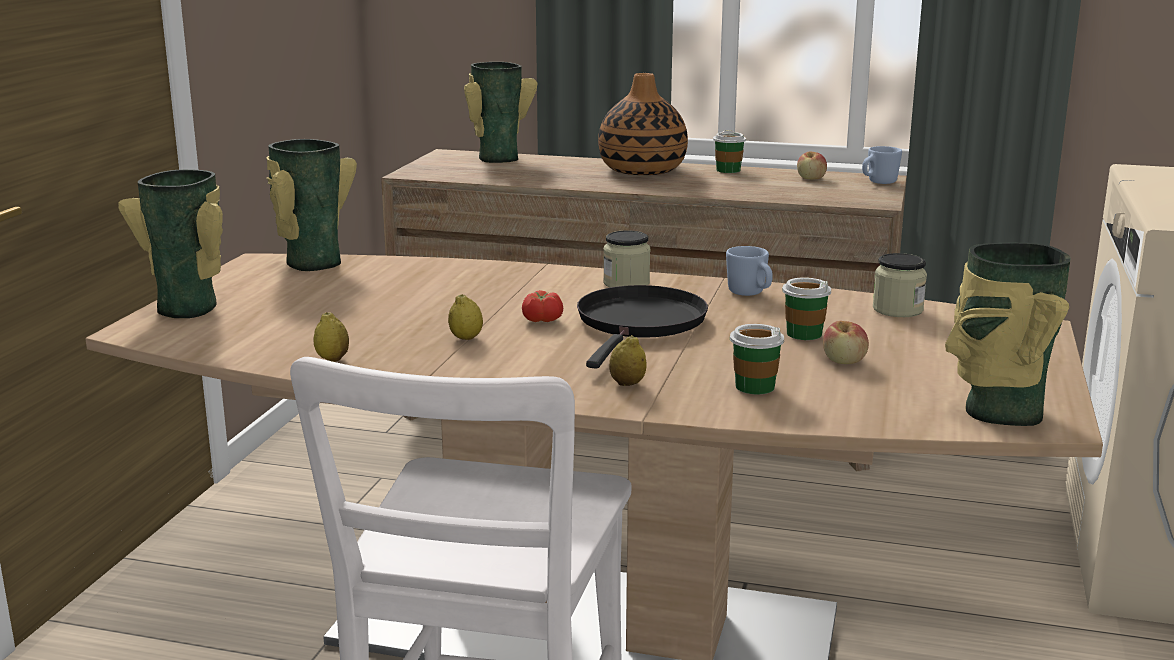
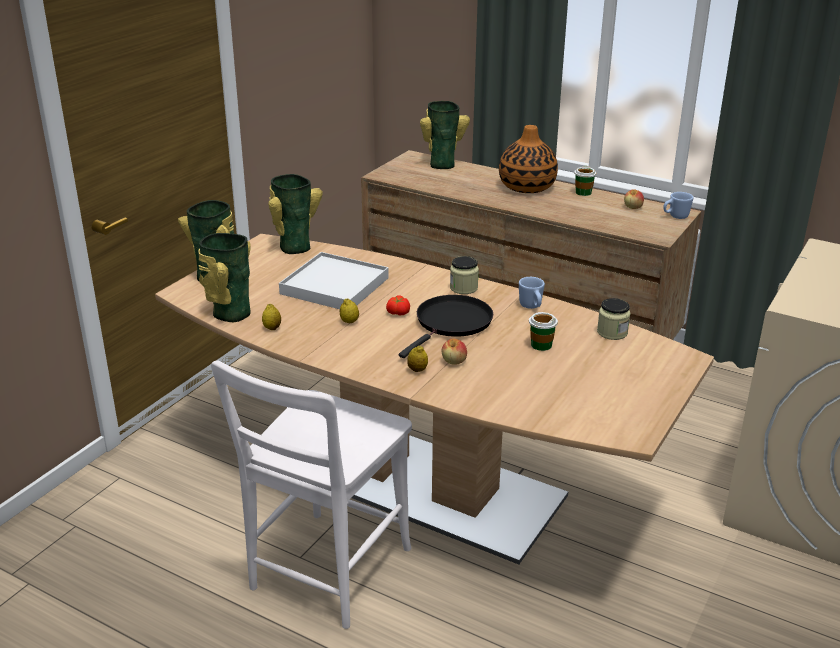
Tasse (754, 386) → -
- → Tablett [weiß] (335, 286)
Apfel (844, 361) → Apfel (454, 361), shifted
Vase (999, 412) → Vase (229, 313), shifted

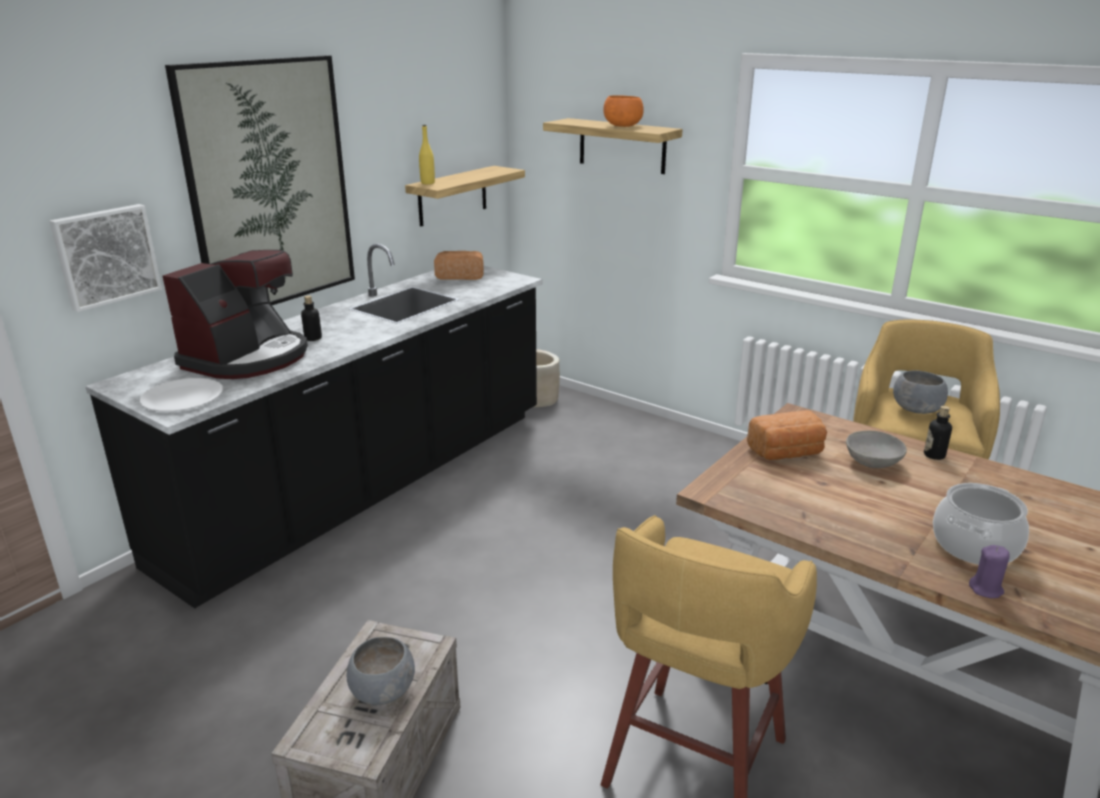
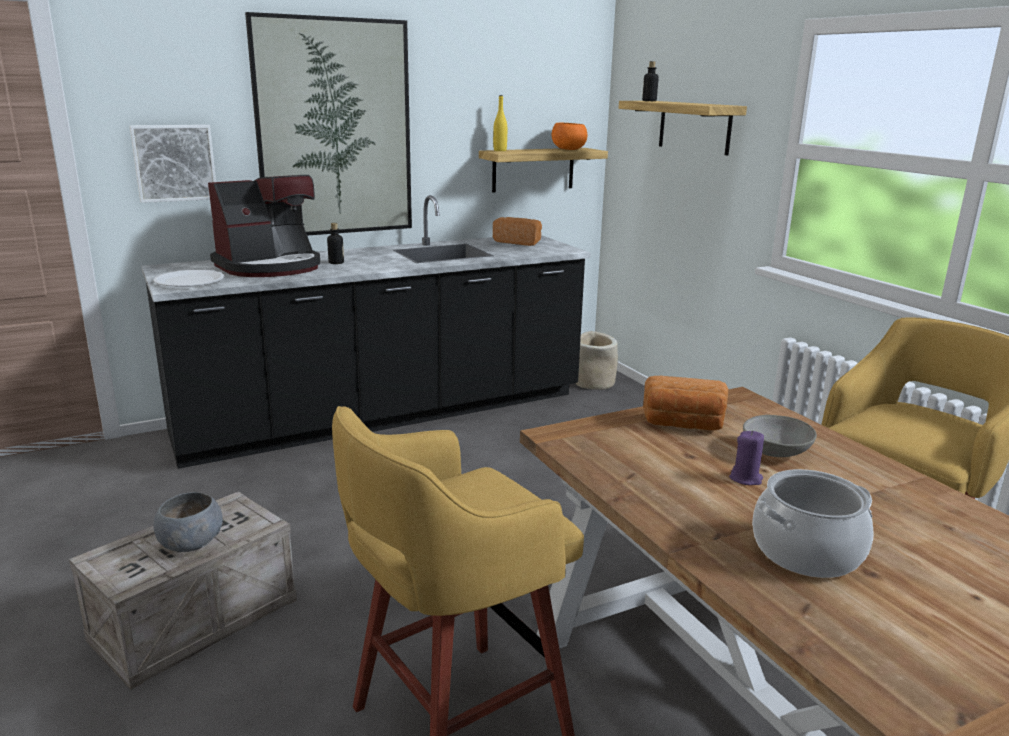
Schüssel [grau] (917, 410) → -
Schüssel [orange] (623, 126) → Schüssel [orange] (569, 149), shifted
Flasche (934, 455) → Flasche (649, 101), shifted
Kerze [lila] (986, 589) → Kerze [lila] (746, 479), shifted

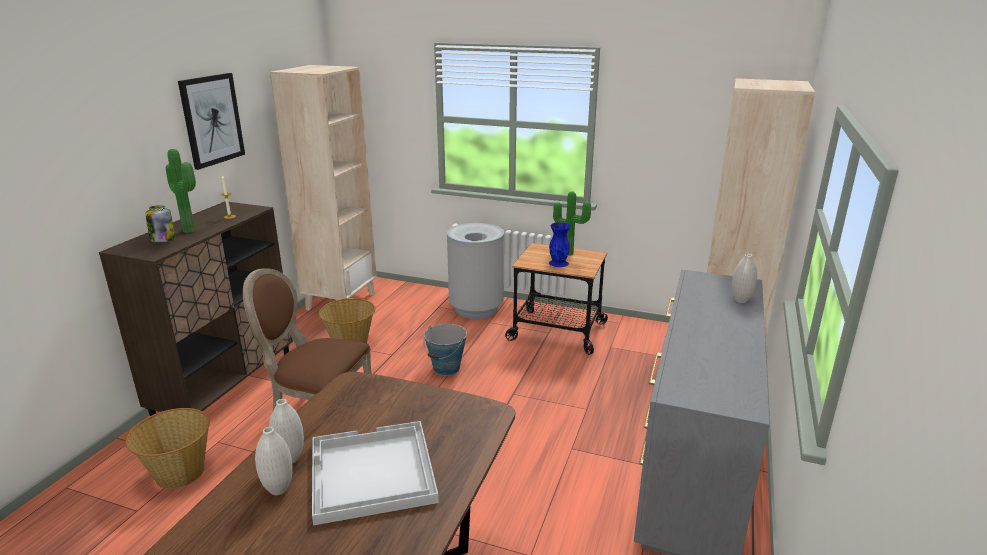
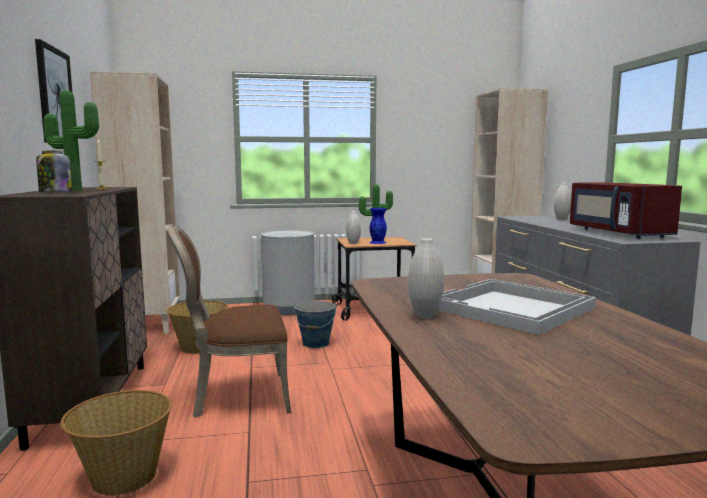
- → Mikrowelle [rot] (617, 233)
Vase [weiß] (278, 489) → Vase [weiß] (353, 243), shifted

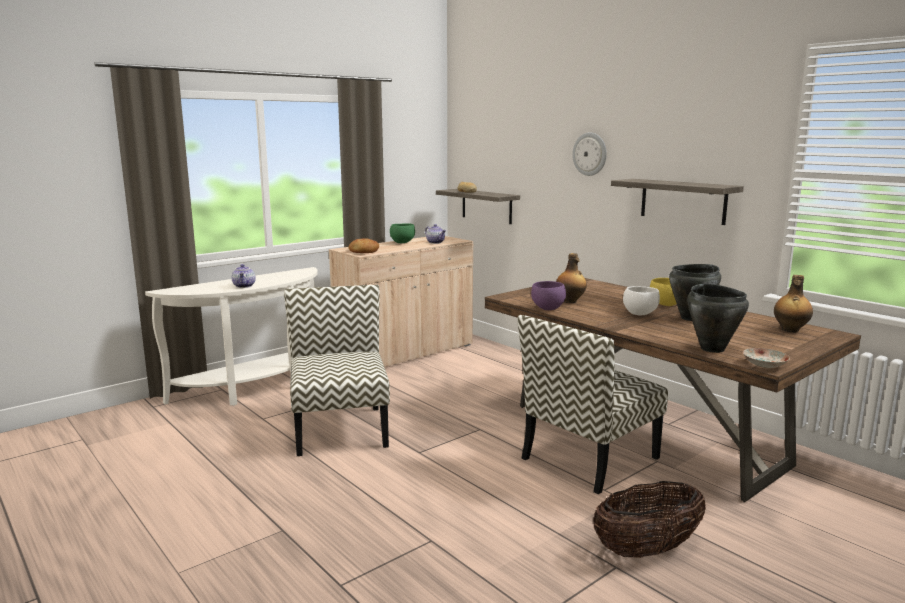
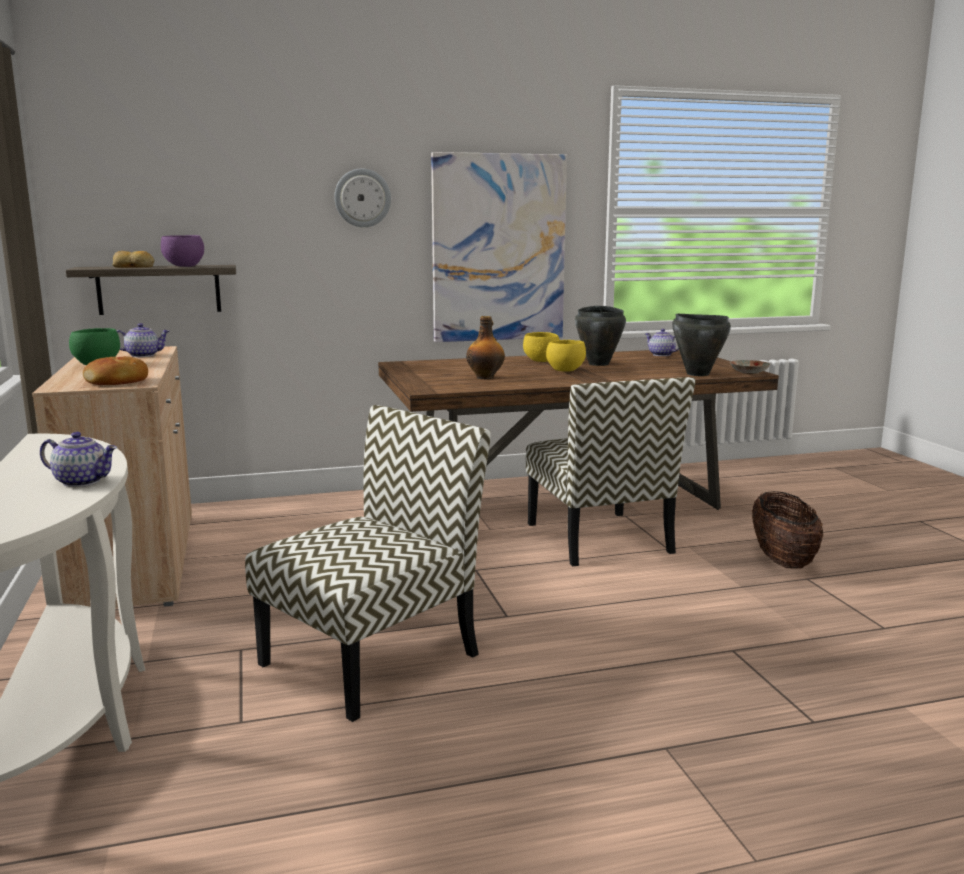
Schüssel [lila] (548, 308) → Schüssel [lila] (185, 266), shifted
Wandregal (683, 201) → Bild (498, 248)
Flasche (790, 330) → Teekanne (661, 355)
Schüssel [weiß] (639, 313) → Schüssel [gelb] (564, 370)
Stuhl (339, 429) → Stuhl (372, 657), 120 degrees clockwise

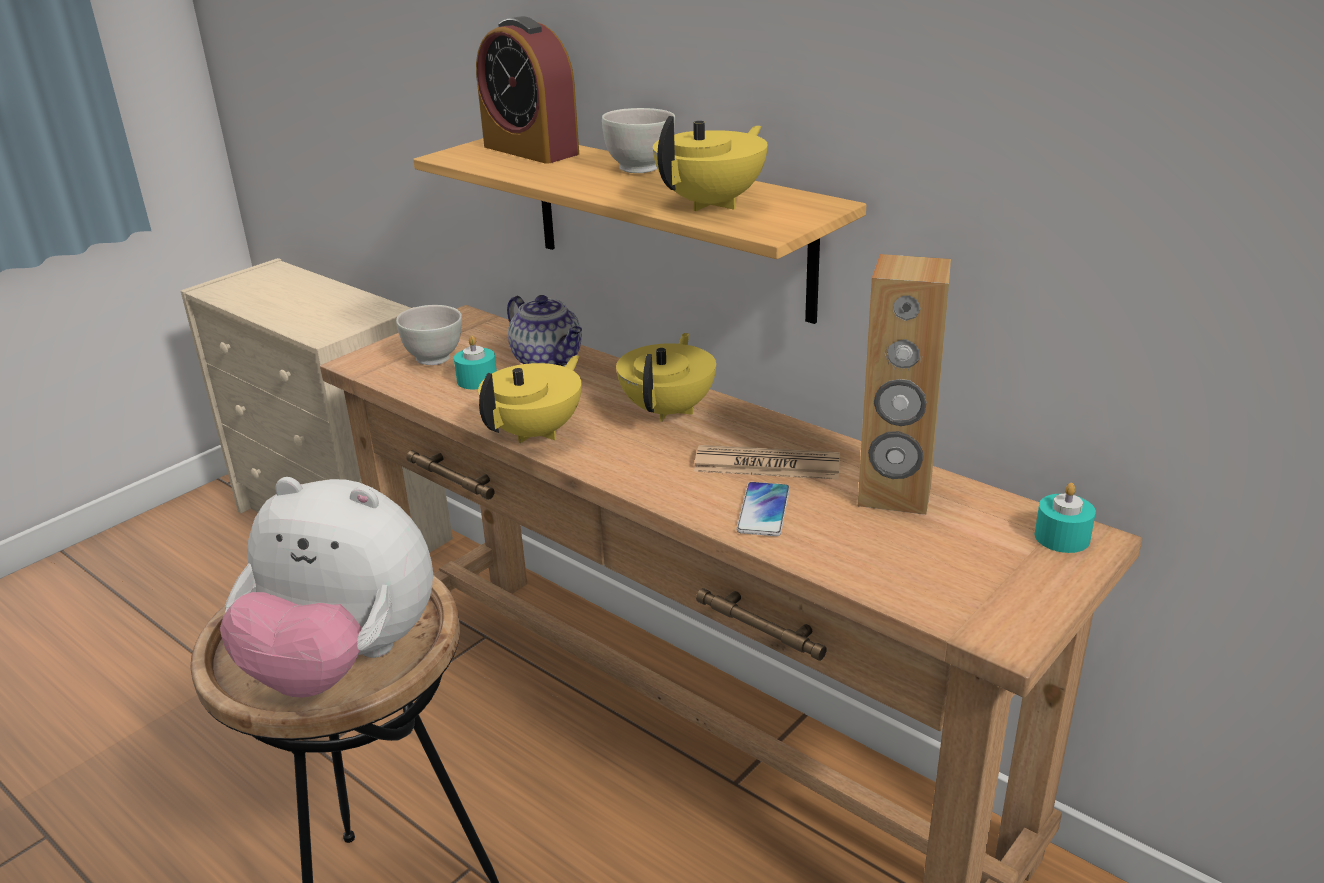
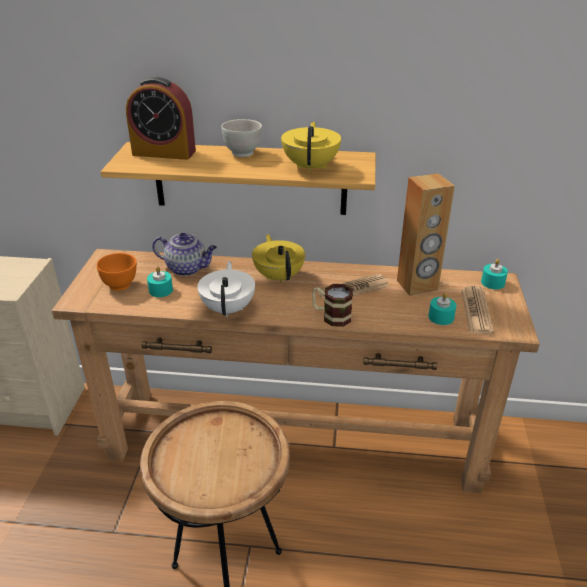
Plüschtier (343, 663) → -
Handy (763, 510) → -
- → Henkelbecher (331, 316)
- → Kerze [türkis] (441, 317)
- → Zeitung (476, 311)
Schüssel [weiß] (435, 359) → Schüssel [orange] (120, 285)
Teekanne [gelb] (536, 432) → Teekanne [weiß] (228, 308)

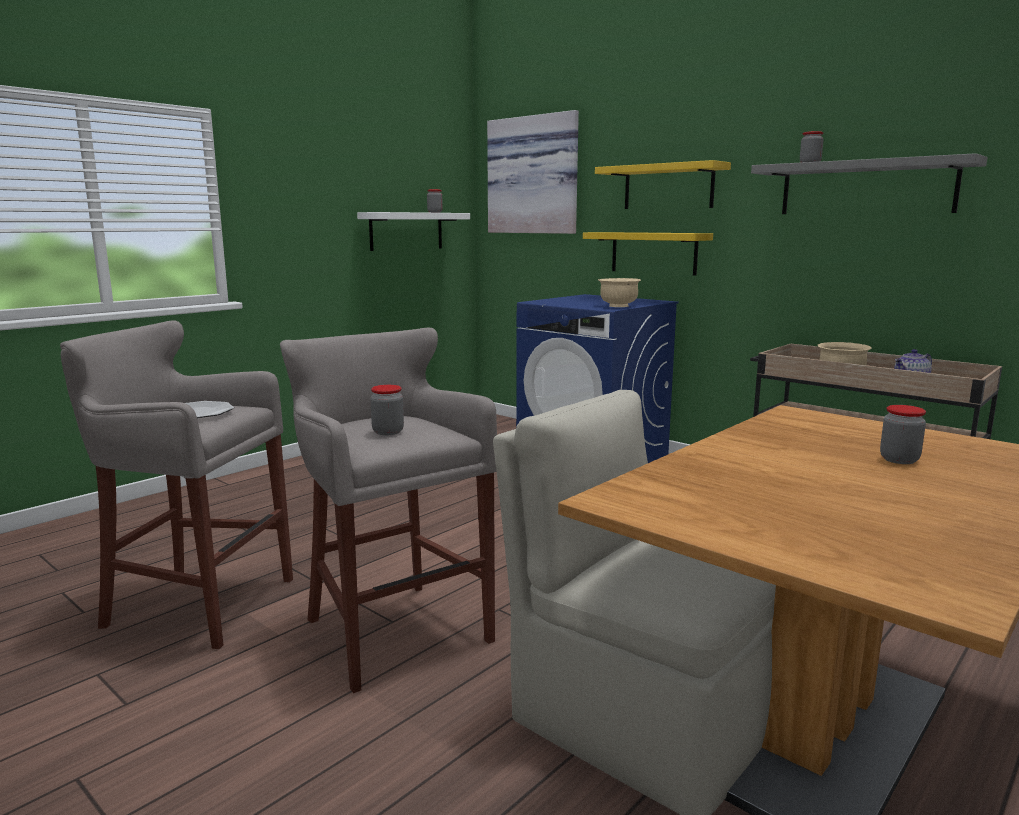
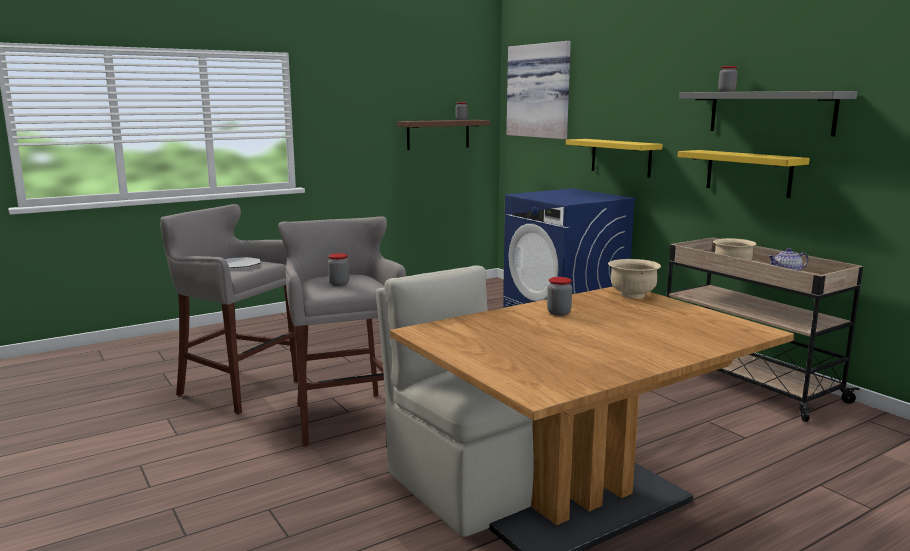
Wandregal [gelb] (668, 187) → Wandregal [gelb] (748, 173), shifted
Schüssel [beige] (618, 306) → Schüssel [beige] (632, 295), shifted
Vorratsglas (899, 460) → Vorratsglas (559, 313), shifted
Wandregal [weiß] (406, 231) → Wandregal [braun] (438, 134)

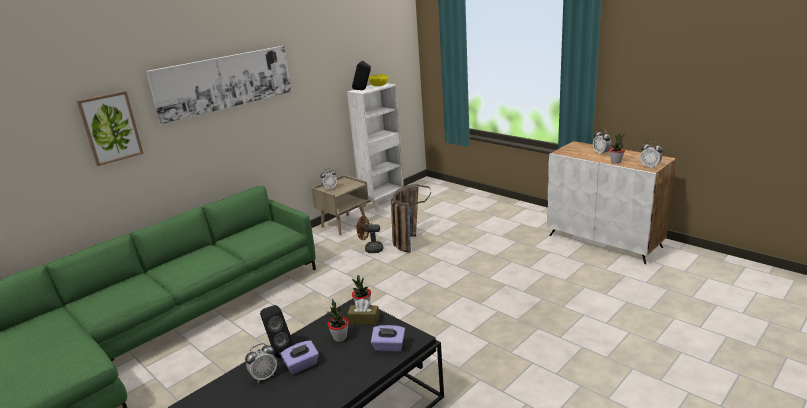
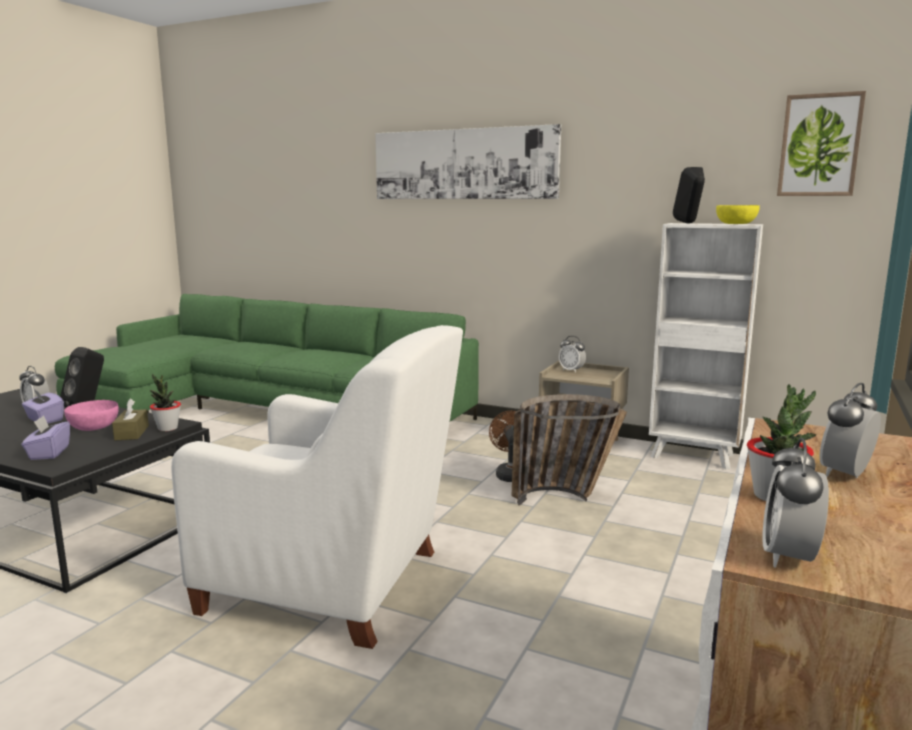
- → Sessel [weiß] (333, 583)
Bild (110, 128) → Bild (819, 145), shifted
Topfpflanze (340, 337) → Schüssel [rosa] (94, 427)

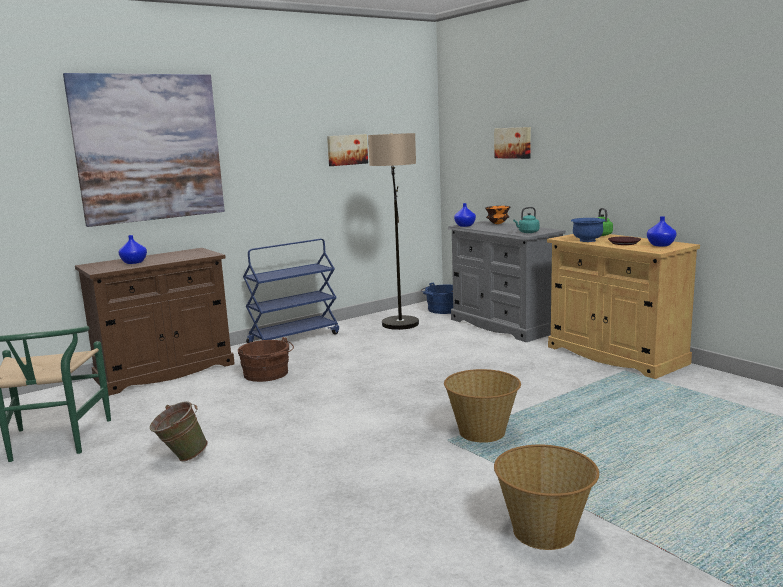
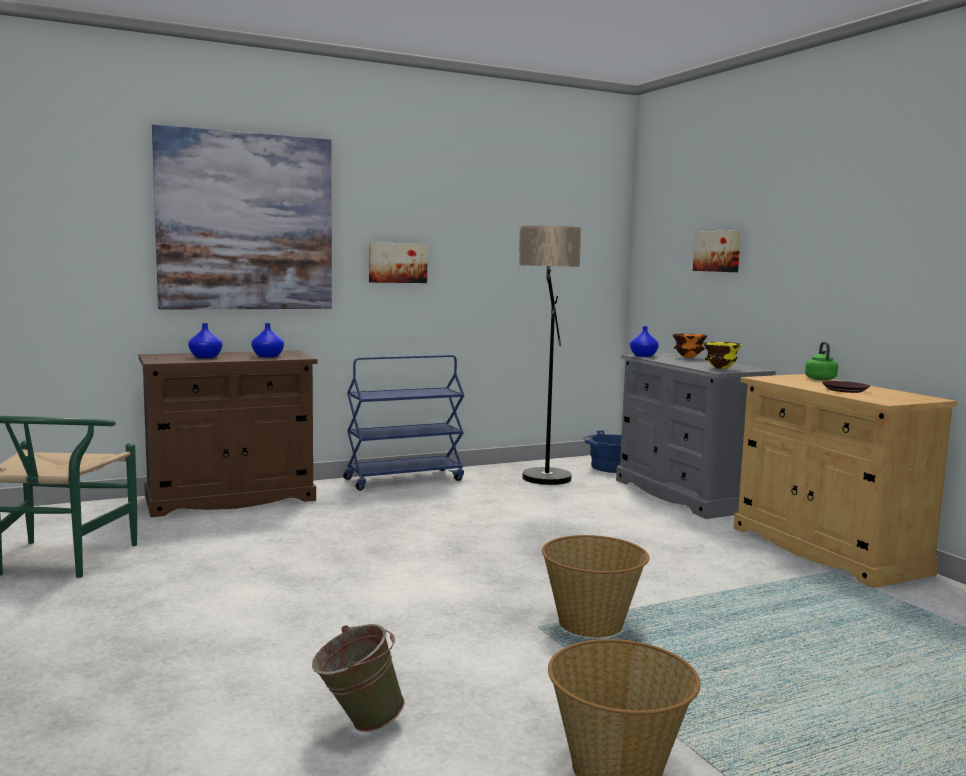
Eimer [braun] (267, 374) → -
Schüssel [blau] (587, 240) → -
Eimer [grün] (181, 458) → Eimer [grün] (357, 724), shifted
Bild (346, 150) → Bild (397, 263), shifted
Vase [blau] (661, 245) → Vase [blau] (268, 356), shifted
Wasserkessel [türkis] (527, 232) → Schüssel [gelb] (720, 369)

